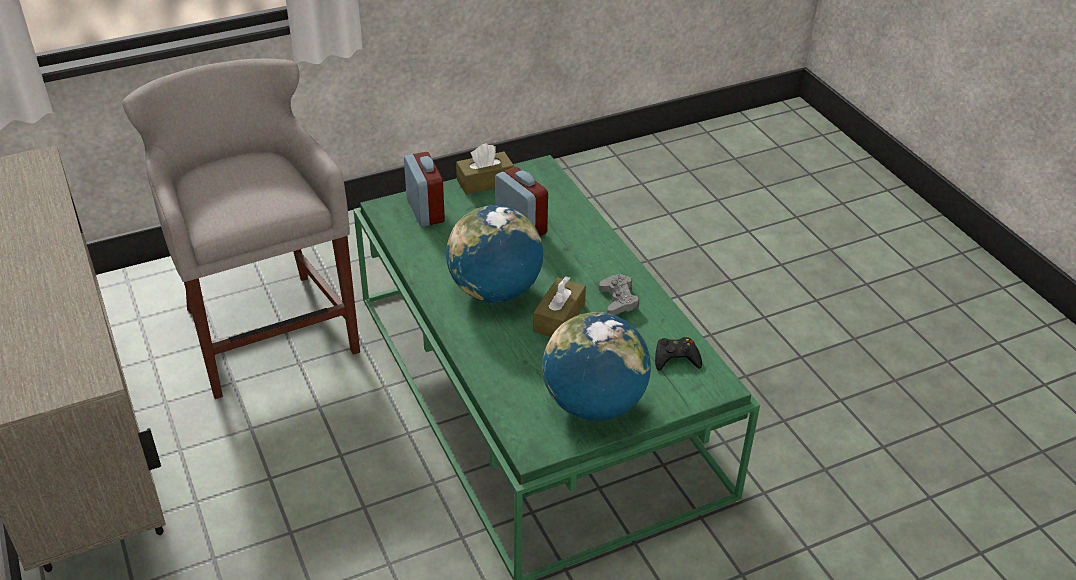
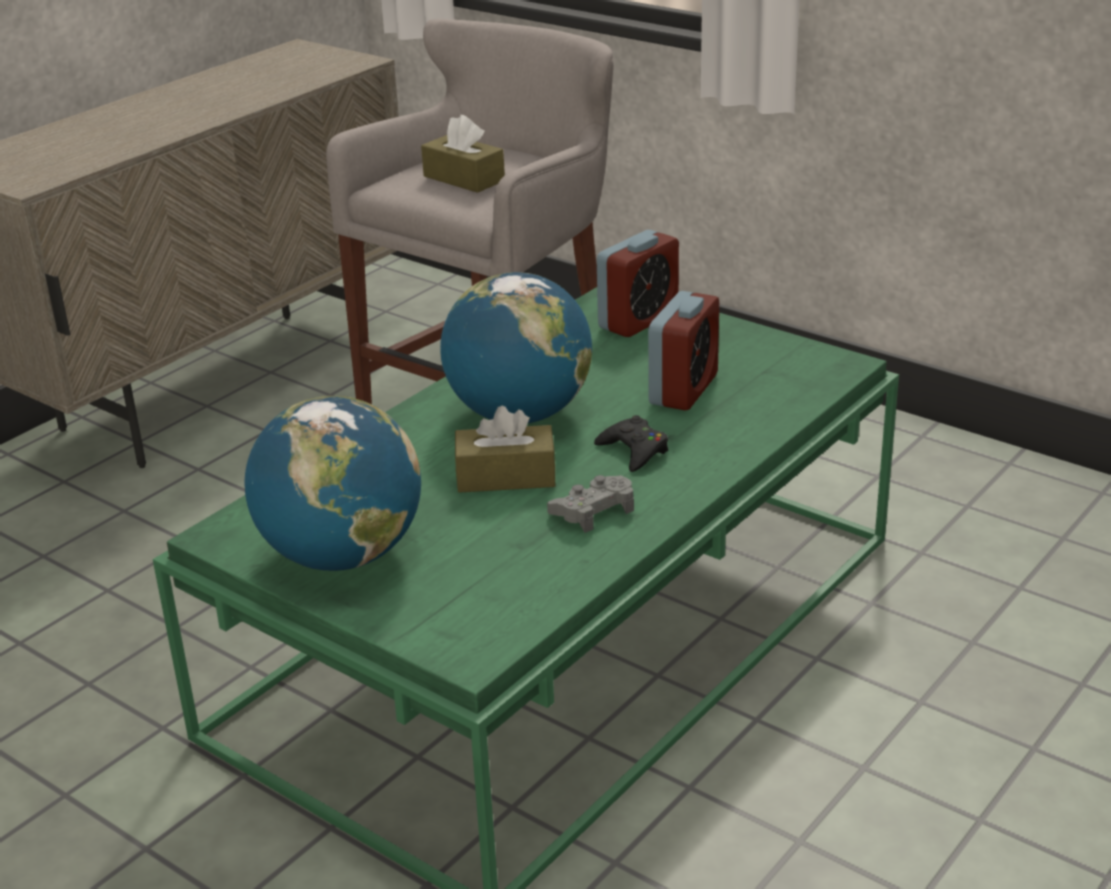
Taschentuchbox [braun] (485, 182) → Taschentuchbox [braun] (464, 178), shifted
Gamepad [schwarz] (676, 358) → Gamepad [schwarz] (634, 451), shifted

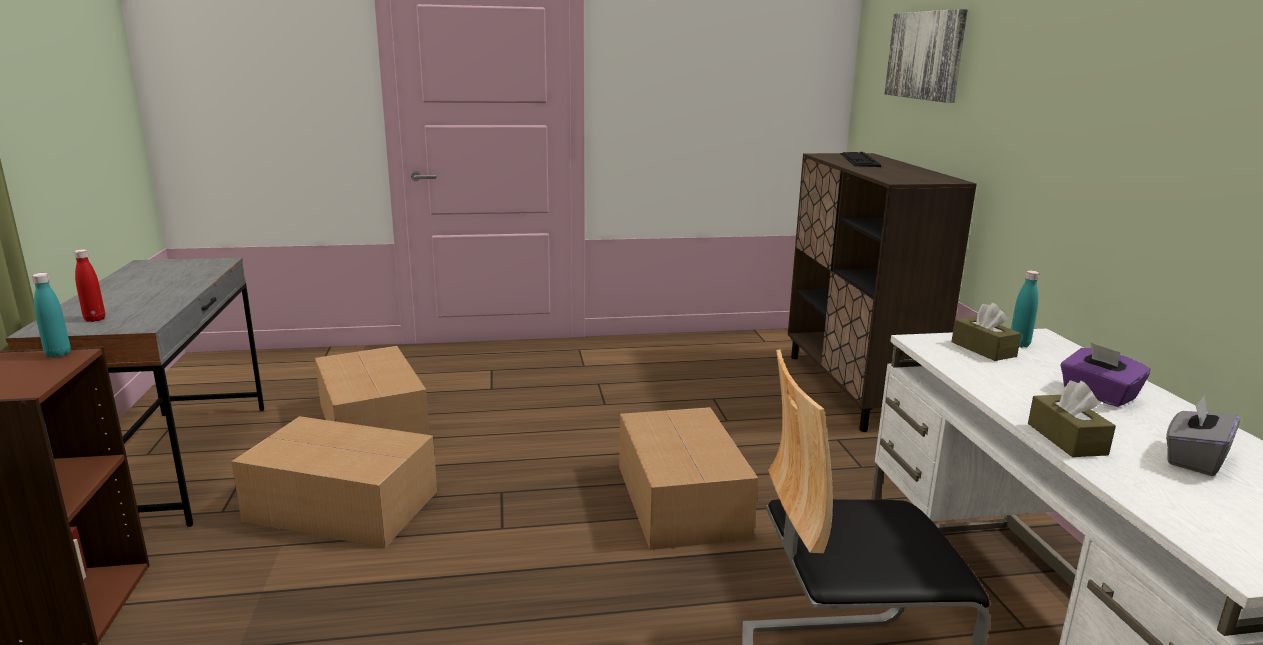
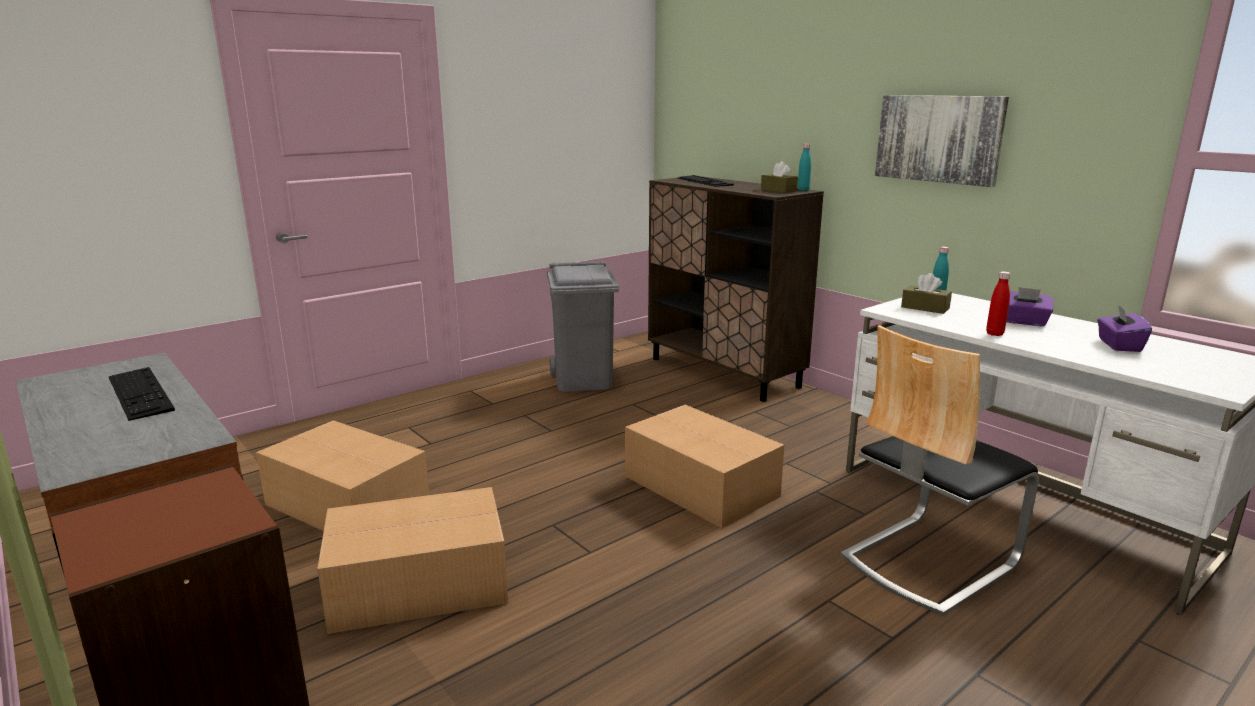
- → Tastatur (140, 393)
- → Mülleimer [grau] (583, 380)
Flasche [türkis] (58, 354) → Flasche [türkis] (803, 190), shifted
Flasche [rot] (95, 319) → Flasche [rot] (994, 334), shifted
Bild (926, 55) → Bild (939, 138), shifted
Taschentuchbox [braun] (1066, 439) → Taschentuchbox [braun] (778, 190), shifted
Taschentuchbox [grau] (1194, 459) → Taschentuchbox [lila] (1118, 345)

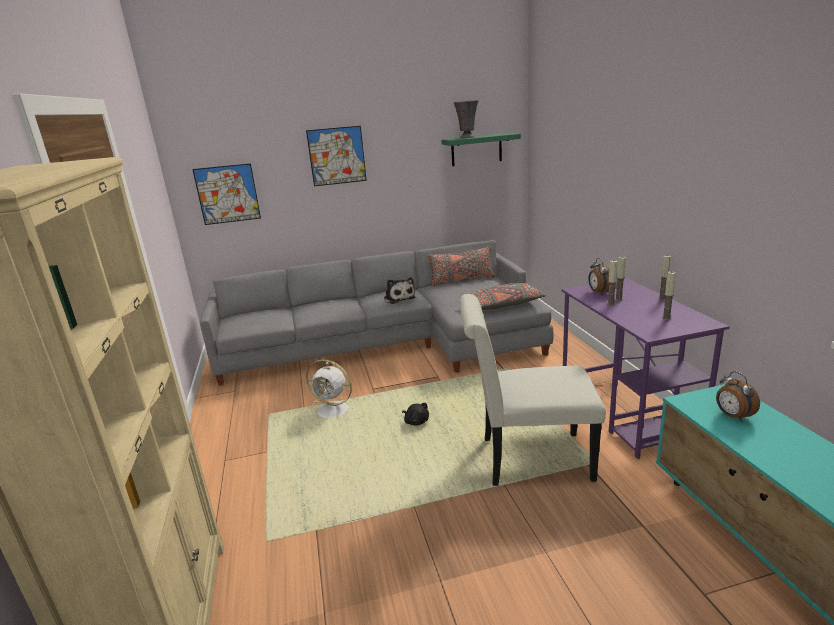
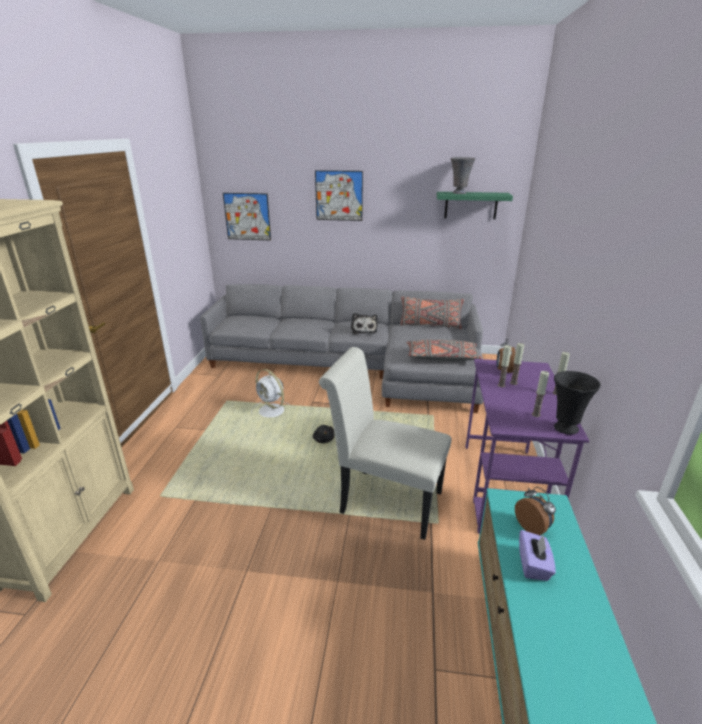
- → Taschentuchbox [lila] (533, 565)
- → Vase [schwarz] (564, 428)
Wecker (732, 416) → Wecker (532, 527), 150 degrees clockwise

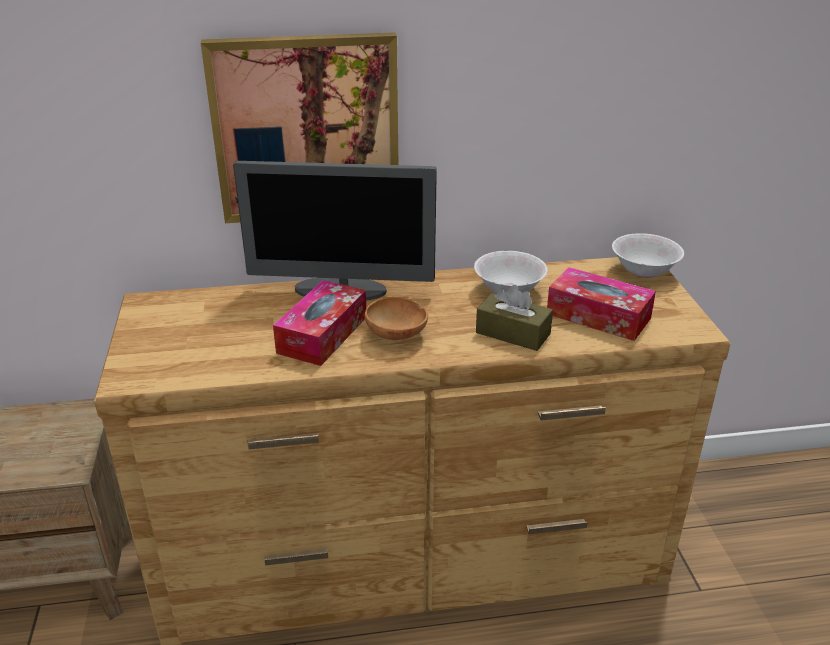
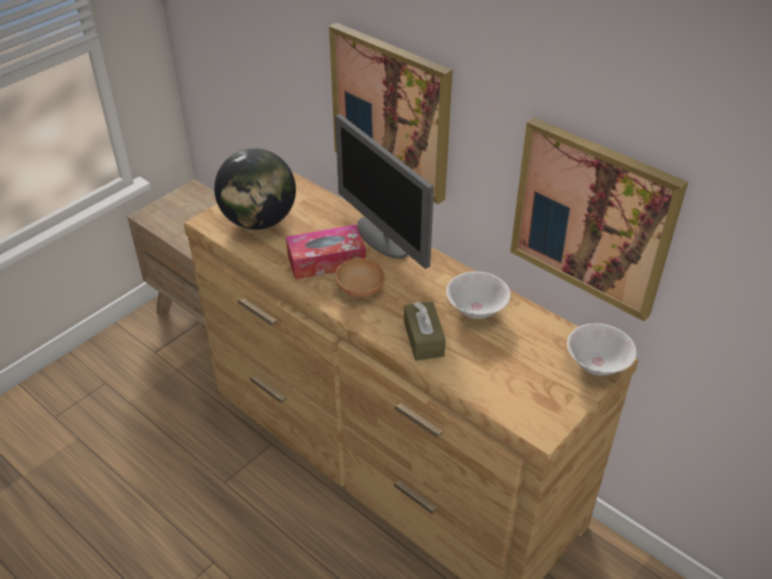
Taschentuchbox (598, 316) → -
- → Globus (259, 221)
- → Bild (593, 218)

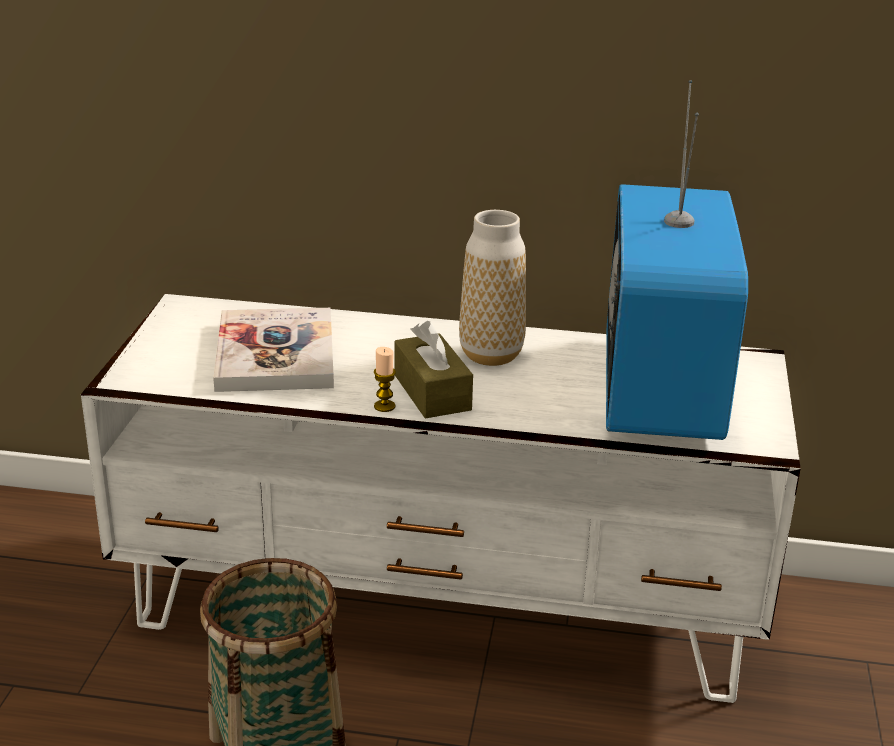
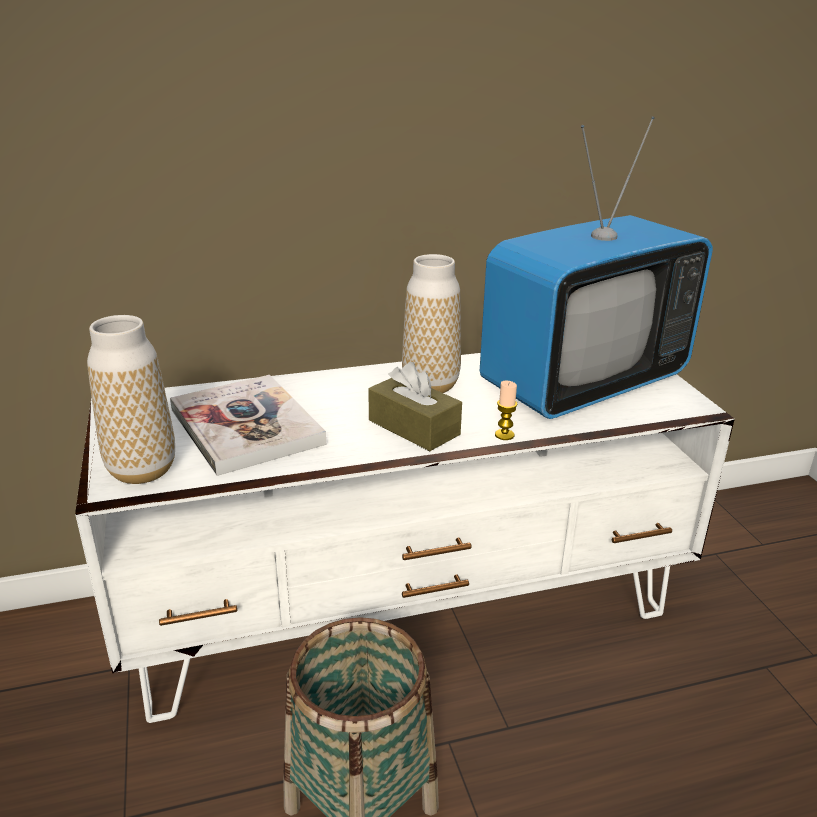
- → Vase (142, 470)
Kerze (384, 406) → Kerze (504, 435), shifted
Fernseher (661, 392) → Fernseher (583, 385), 105 degrees counterclockwise

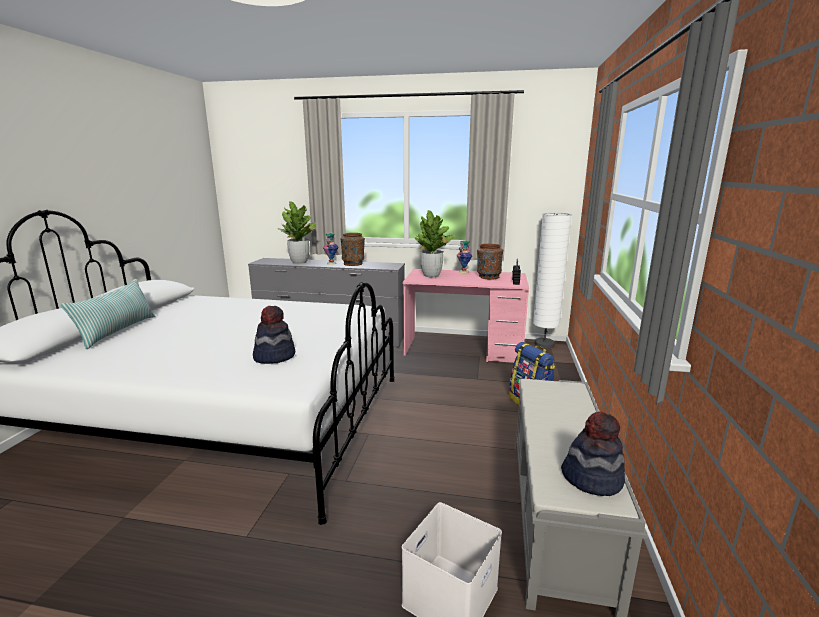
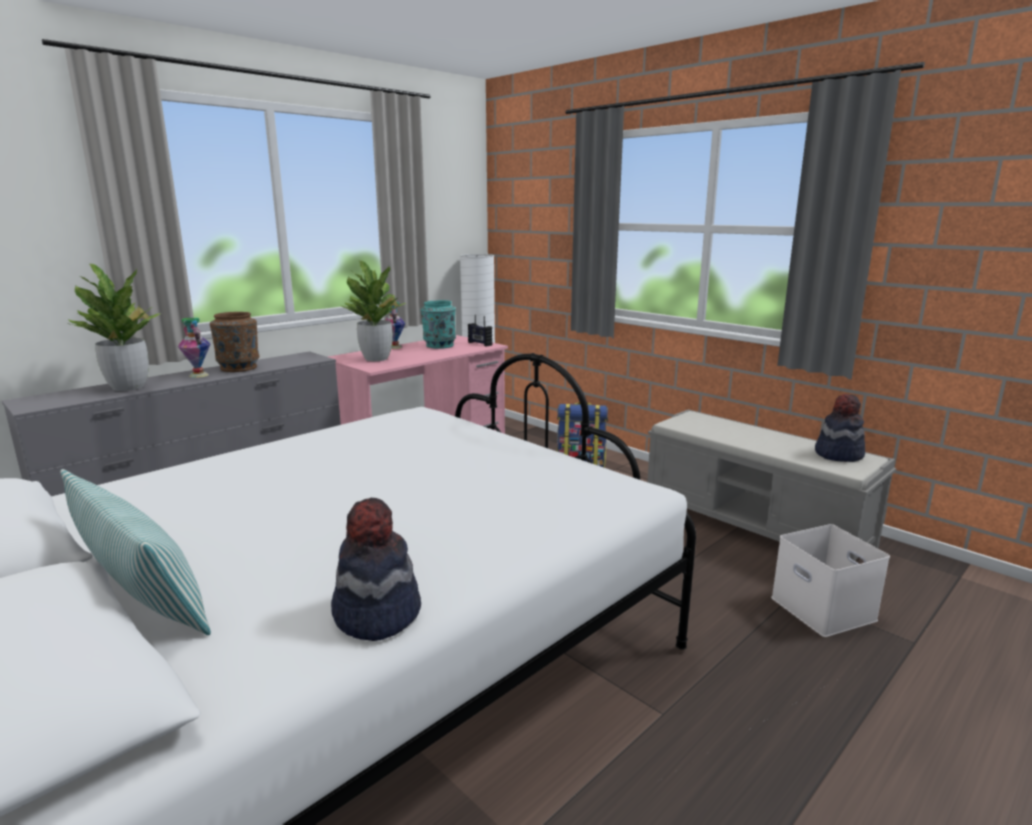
Hut (274, 356) → Hut (376, 613), shifted
Vase [braun] (488, 277) → Vase [türkis] (439, 346)

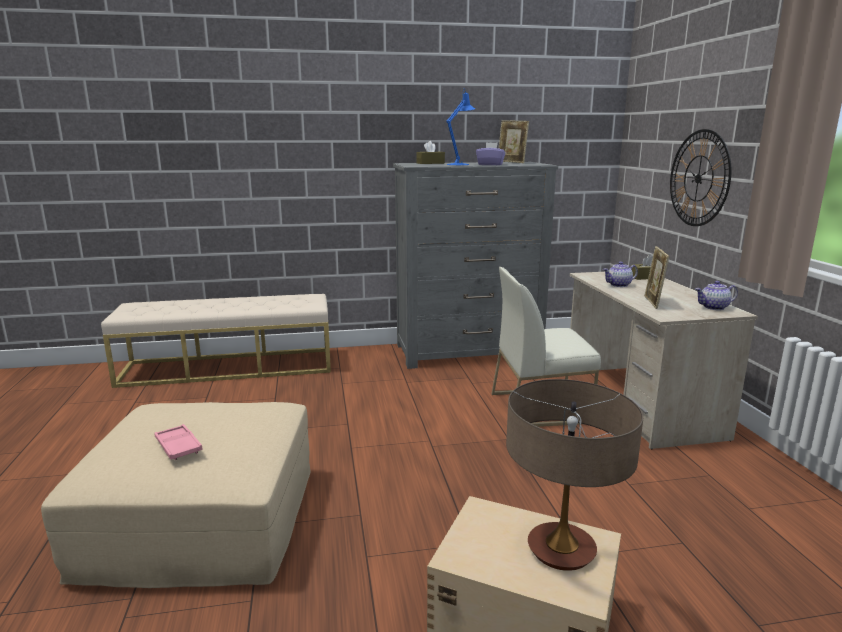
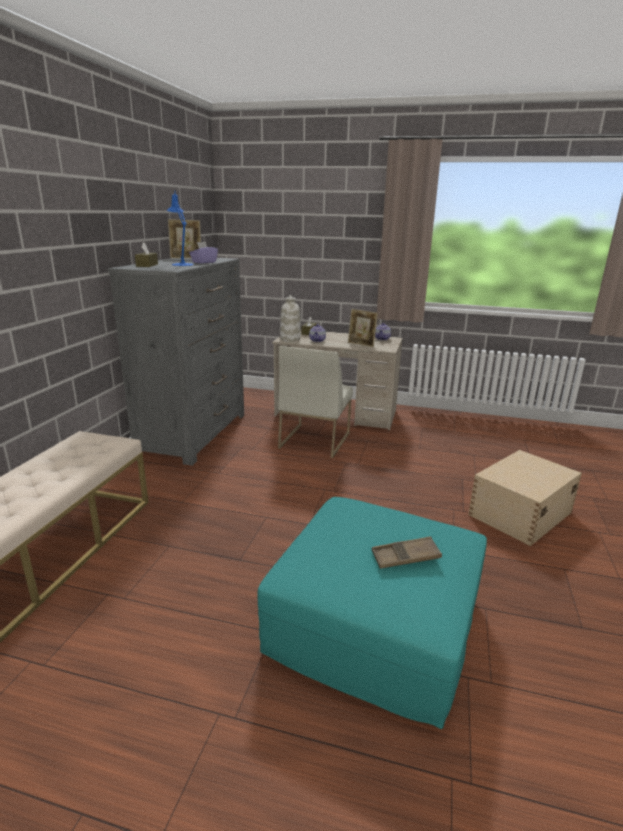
Tischlampe (561, 550) → -
Wanduhr (698, 178) → -
- → Vase [weiß] (290, 339)
Polsterhocker [beige] (201, 521) → Polsterhocker [türkis] (375, 624)
Tablett [rosa] (178, 446) → Tablett [braun] (405, 557)

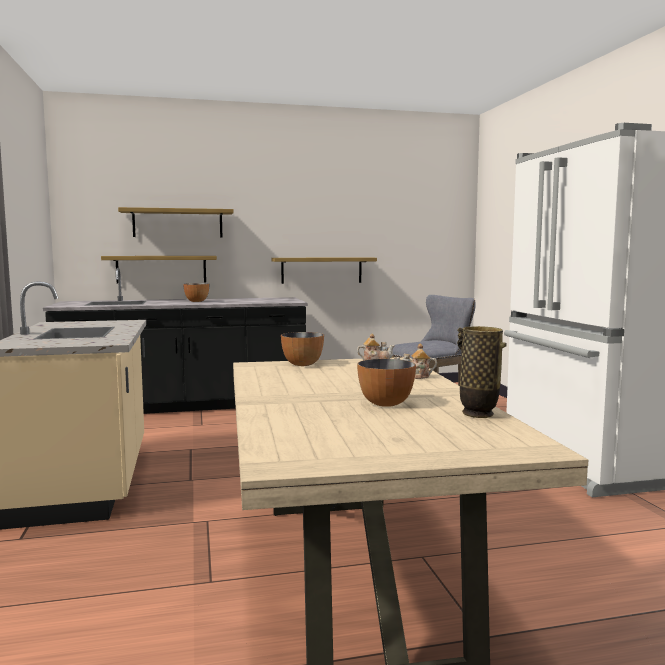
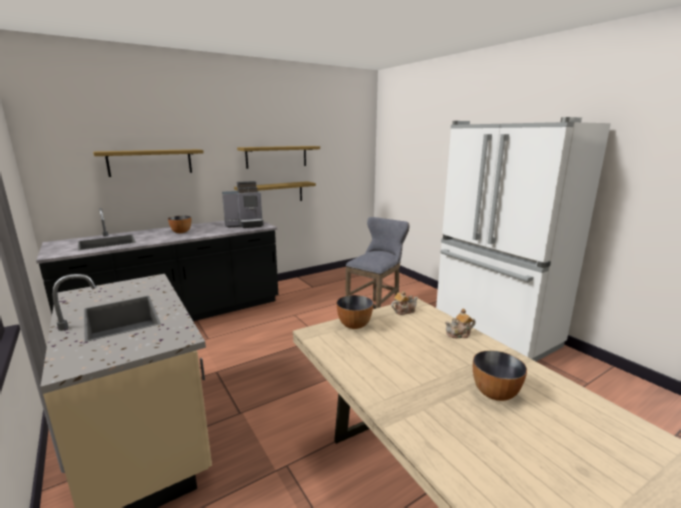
Vase (478, 414) → -
- → Kaffeemaschine (245, 225)
Wandregal (161, 269) → Wandregal (276, 157), shifted

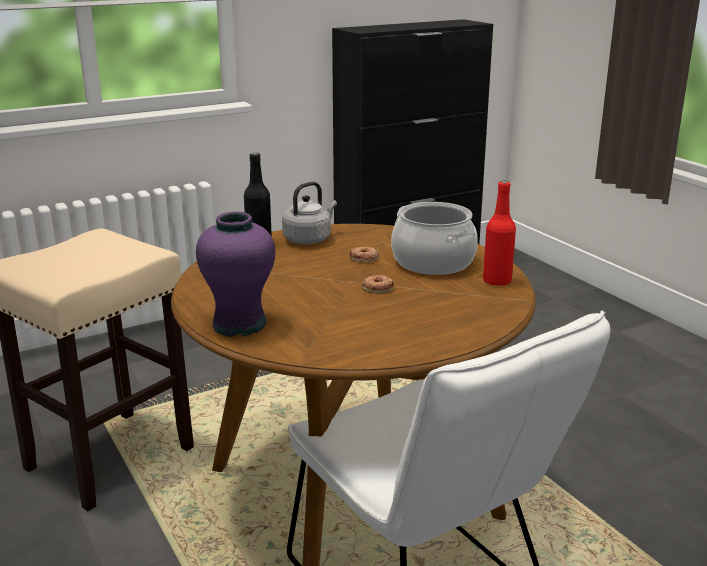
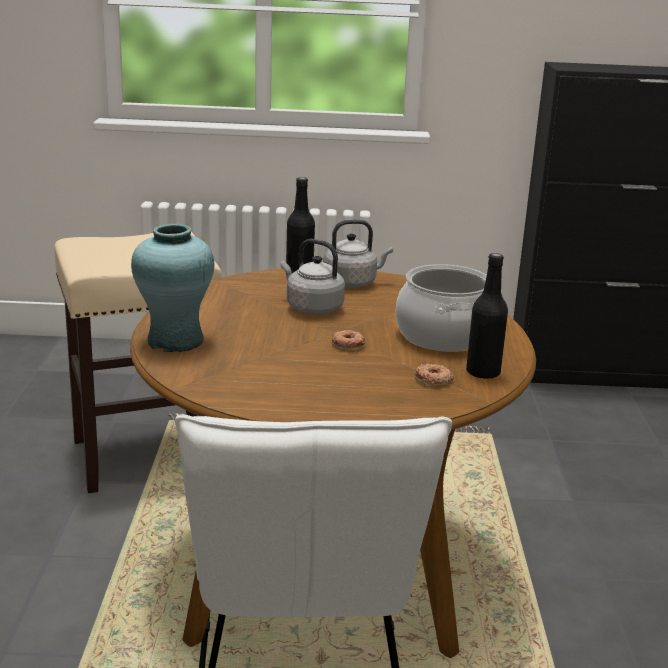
- → Wasserkessel [grau] (312, 308)
Donut (364, 258) → Donut (433, 380), shifted
Vase [lila] (240, 324) → Vase [türkis] (176, 341)
Flasche [rot] (497, 281) → Flasche [schwarz] (483, 372)

